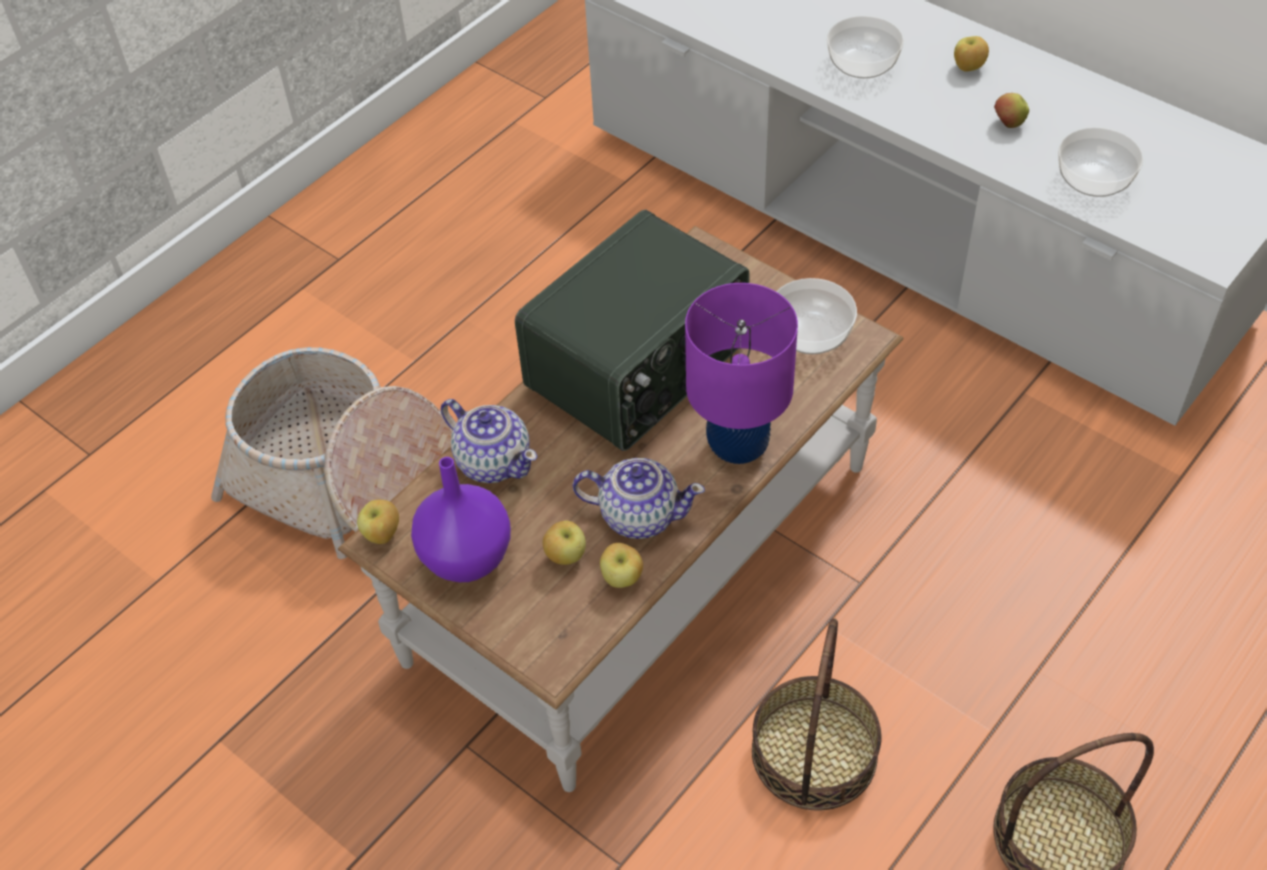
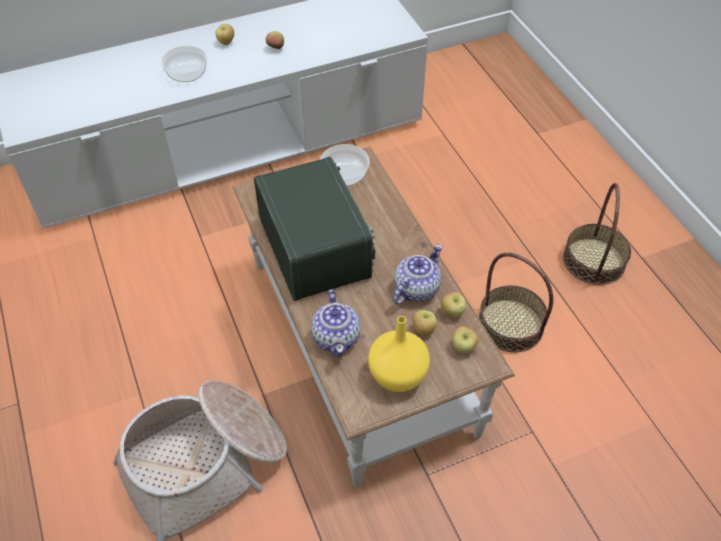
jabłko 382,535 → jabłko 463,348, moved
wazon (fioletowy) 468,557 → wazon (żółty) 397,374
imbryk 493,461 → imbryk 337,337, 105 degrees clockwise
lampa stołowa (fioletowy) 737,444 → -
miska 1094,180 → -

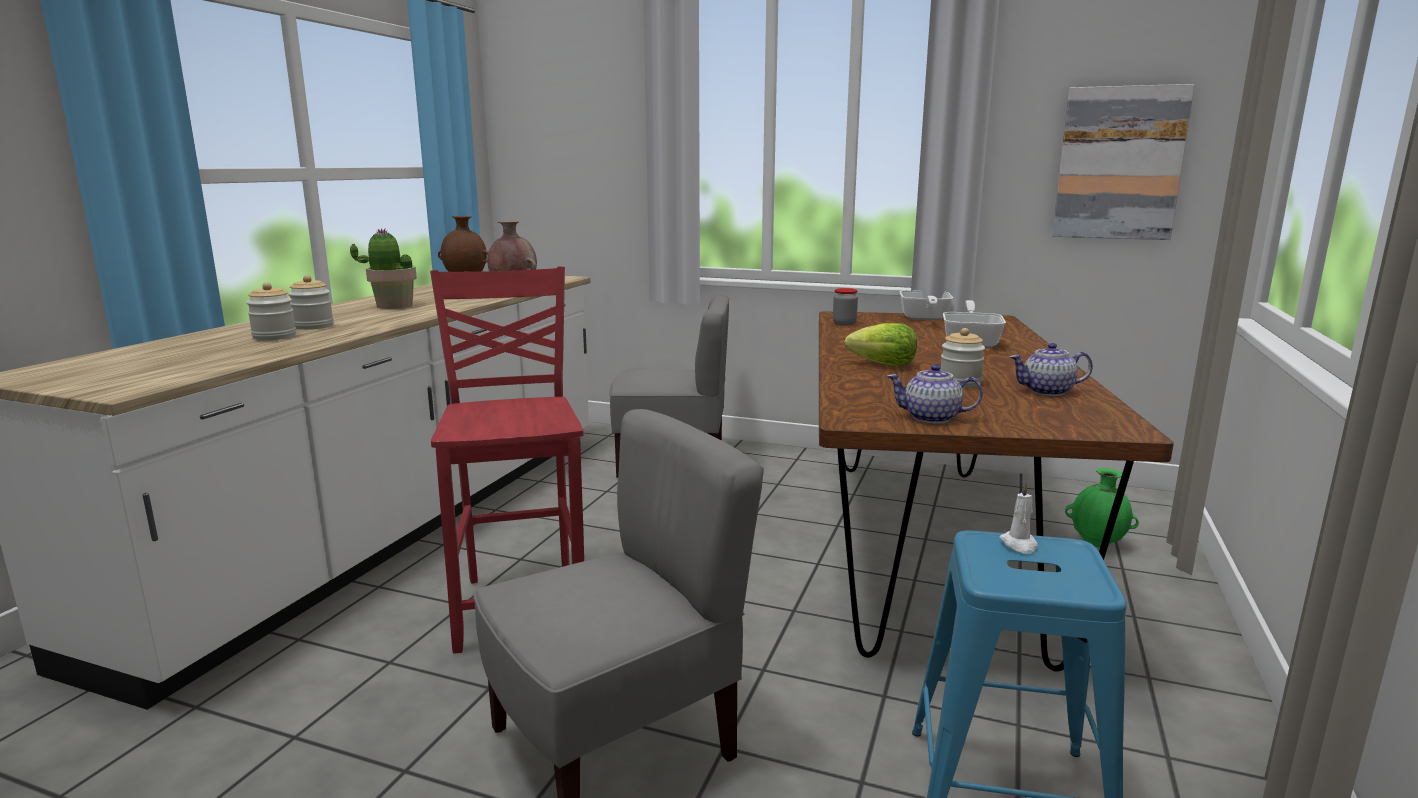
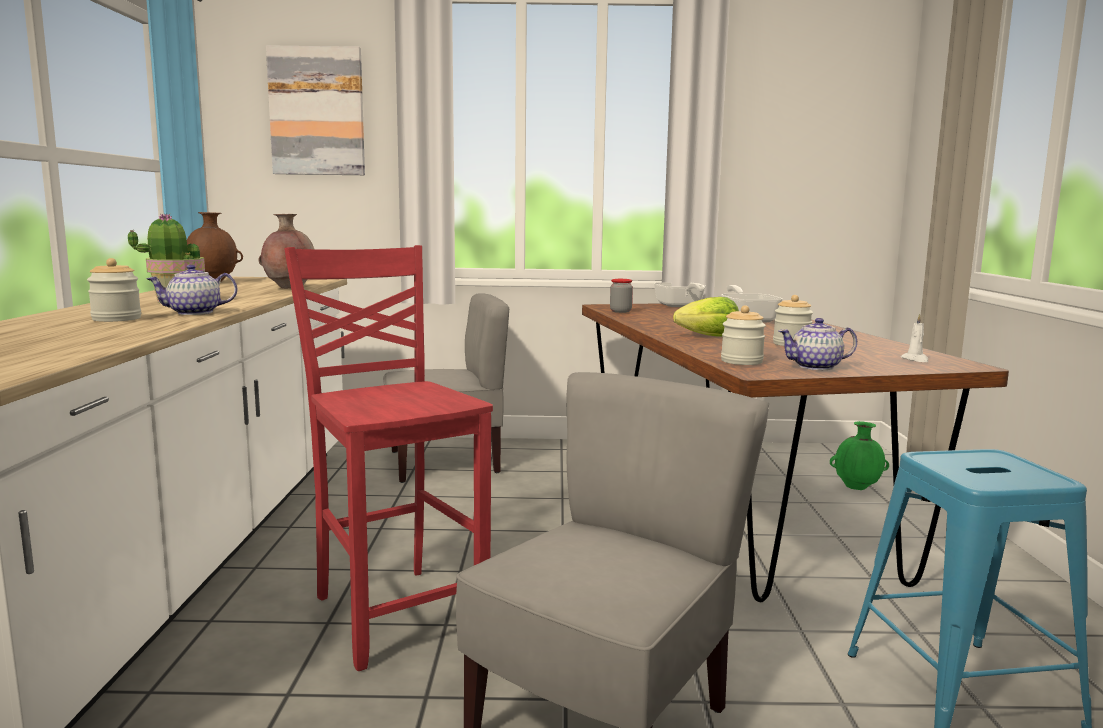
słoik 274,337 → słoik 741,361, moved
świeca (biały) 1019,544 → świeca (biały) 915,360, moved
imbryk 1047,391 → imbryk 194,313, moved
obraz 1119,163 → obraz 317,112, moved

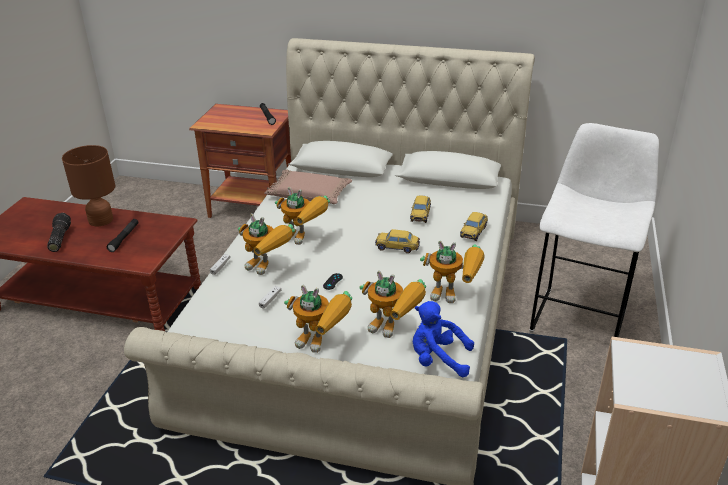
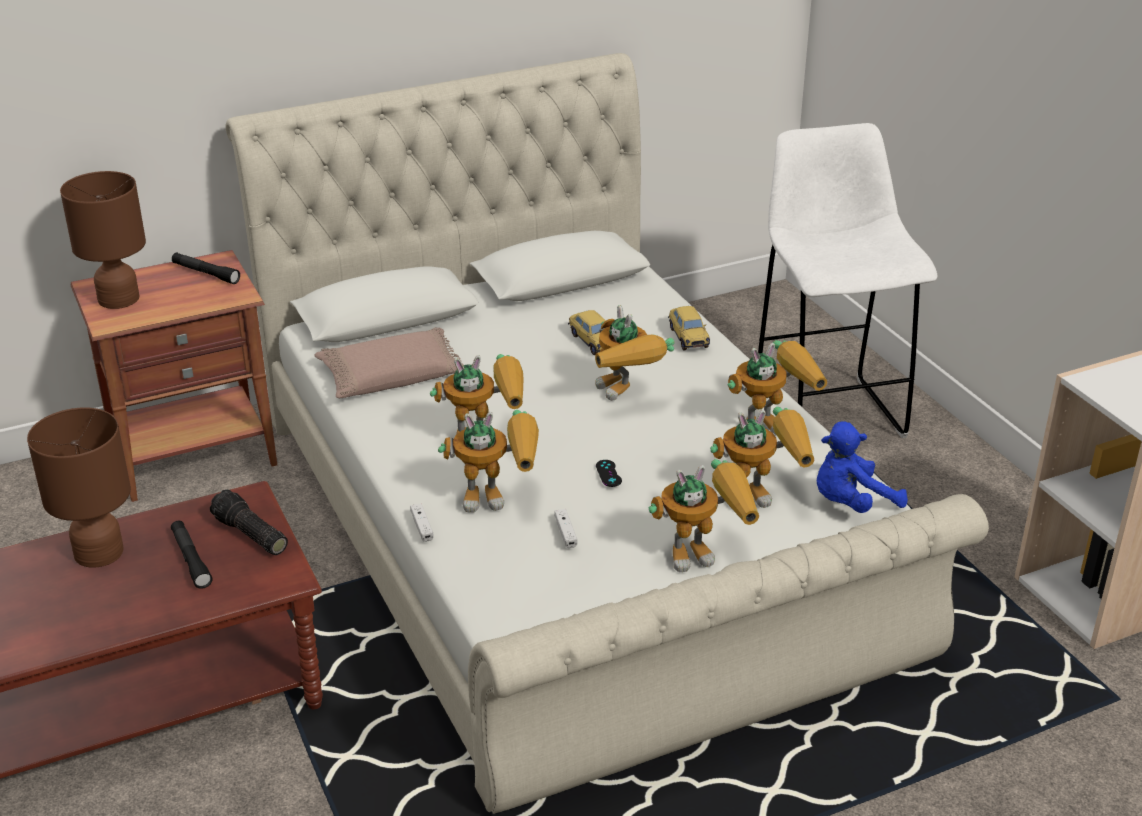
latarka 59,238 → latarka 249,535, moved
samochodzik 397,247 → robot zabawkowy 626,395
- → lampa stołowa (brązowy) 119,299

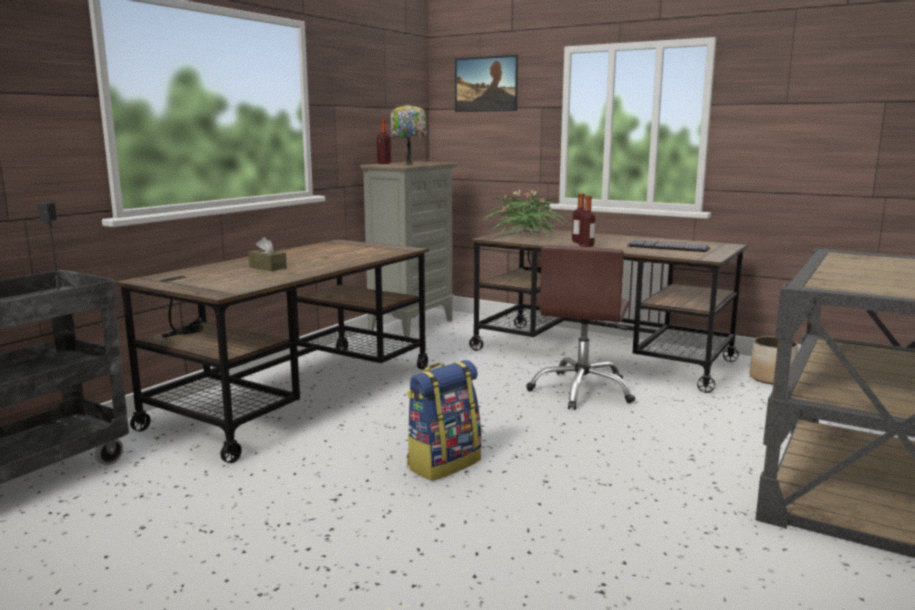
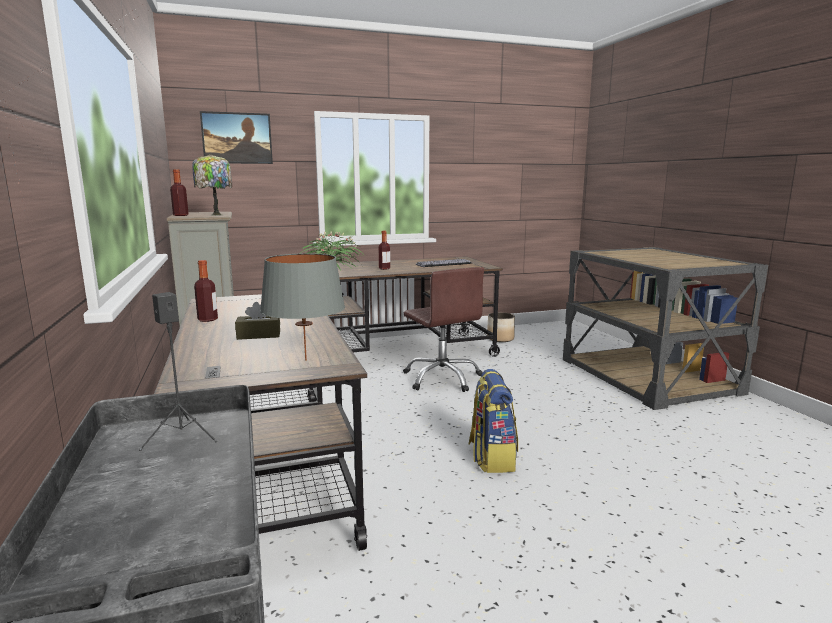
butelka 586,246 → butelka 207,319, moved
- → lampa stołowa (szary) 306,360

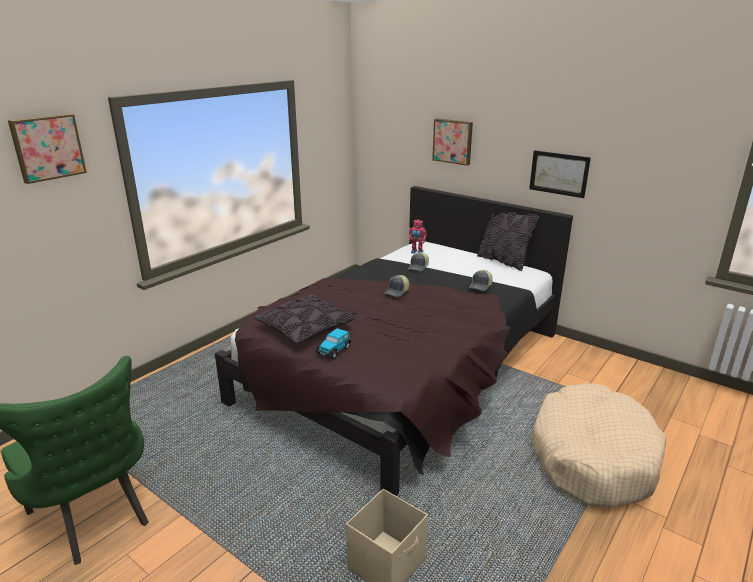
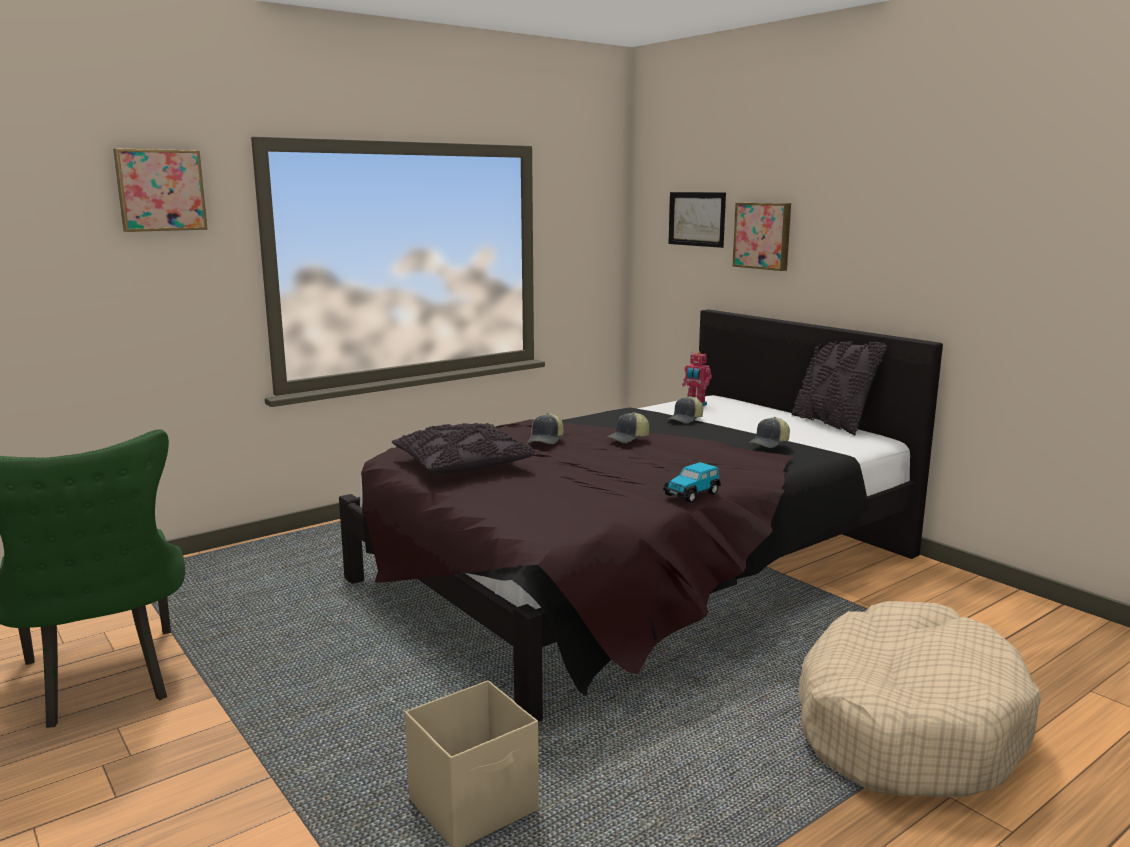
samochodzik 334,350 → samochodzik 692,494, moved
obraz 559,173 → obraz 696,219, moved
- → czapka z daszkiem 546,440

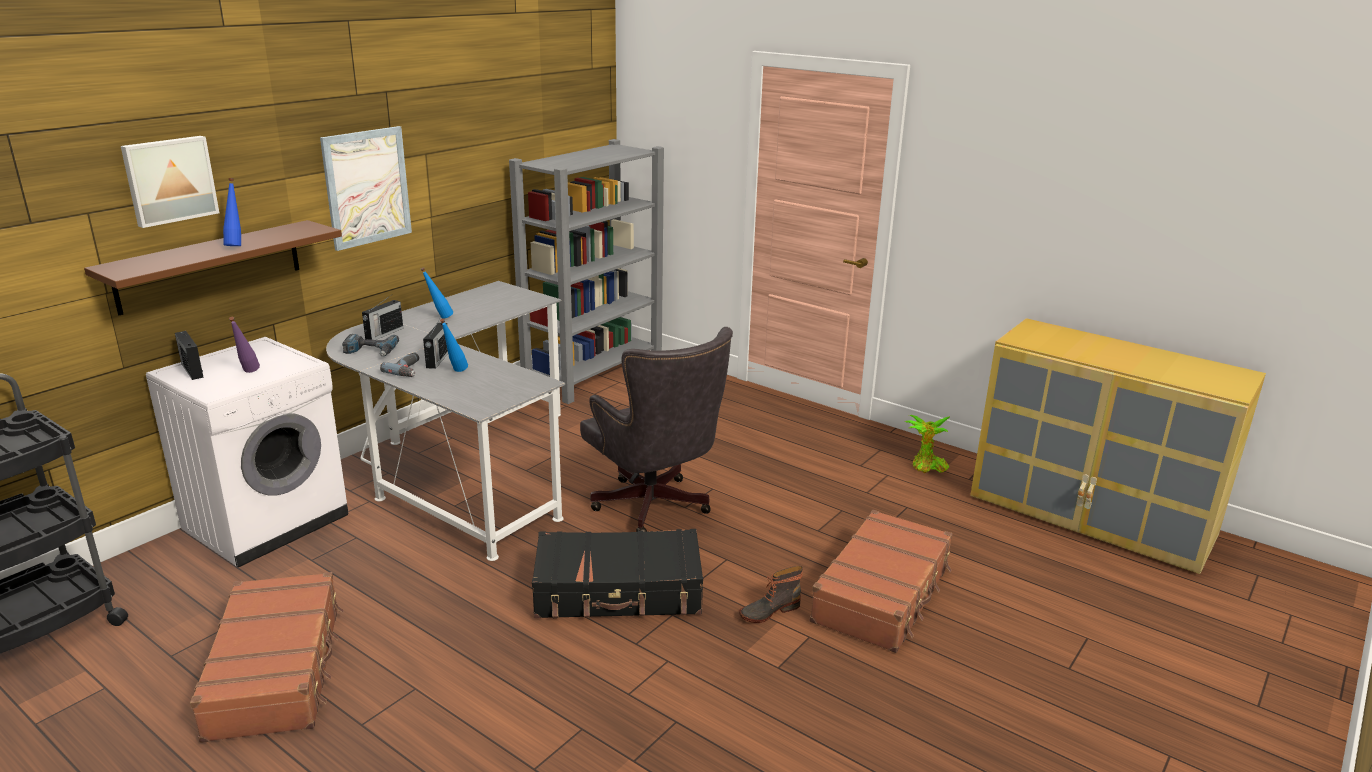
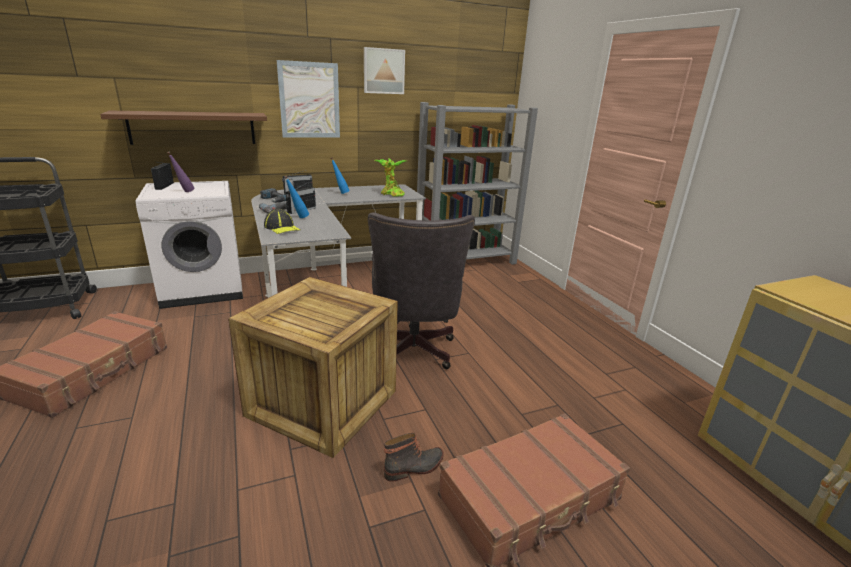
obraz 169,180 → obraz 383,71, moved
butelka (niebieski) 236,245 → -
walizka (czarny) 618,591 → skrzynka 325,402
but z cholewką 769,611 → but z cholewką 414,468, 150 degrees clockwise
roślina doniczkowa 926,467 → roślina doniczkowa 391,194, moved
- → czapka z daszkiem 282,228

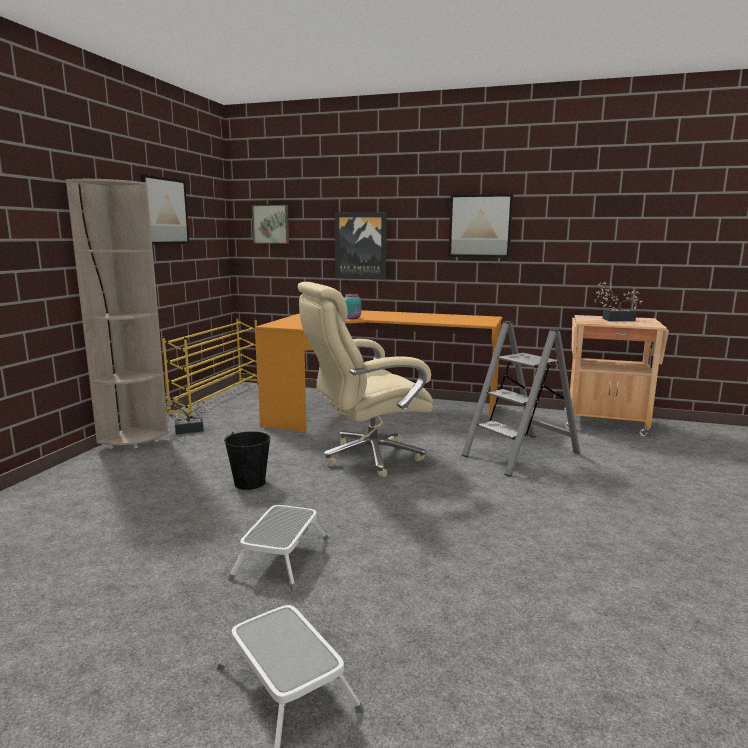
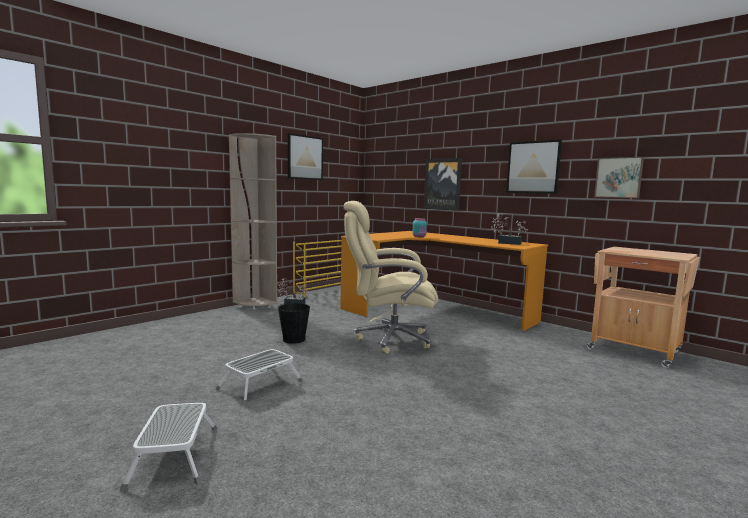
obraz 271,224 → obraz 618,177, moved
drabinka (szary) 522,453 → -
roślina doniczkowa 614,319 → roślina doniczkowa 506,243, moved

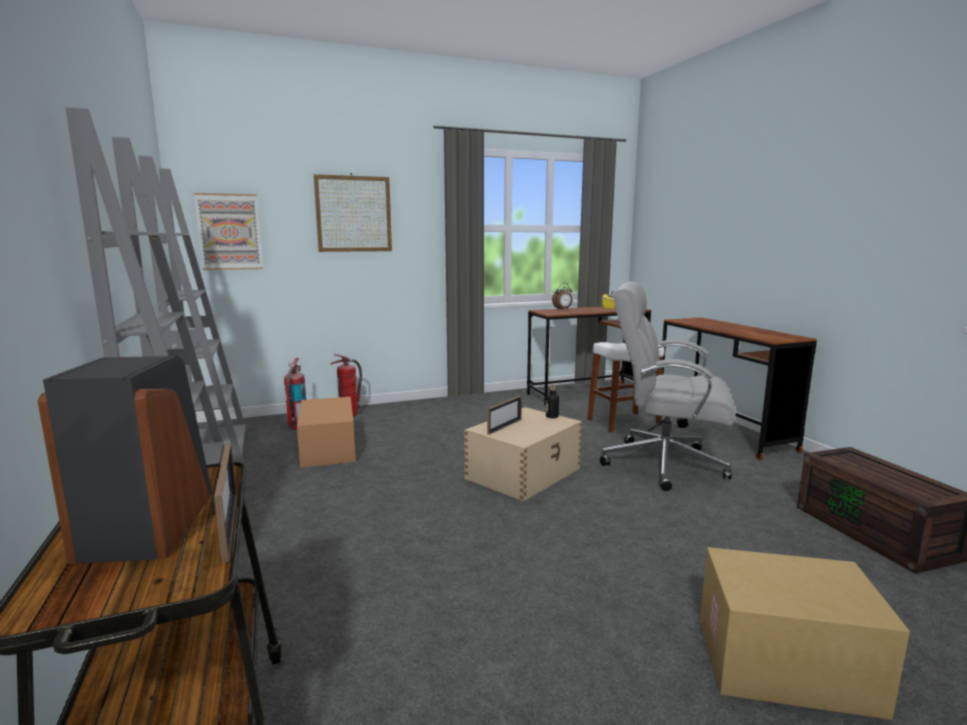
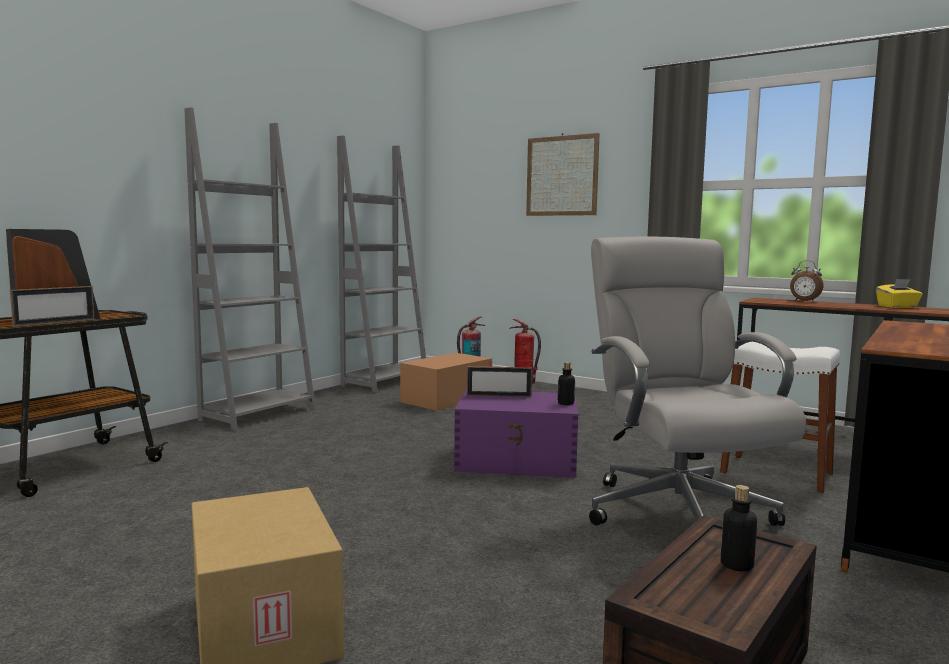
obraz 229,232 → -
pojemnik do przechowywania (beżowy) 524,473 → pojemnik do przechowywania (fioletowy) 518,460
- → butelka 736,565

